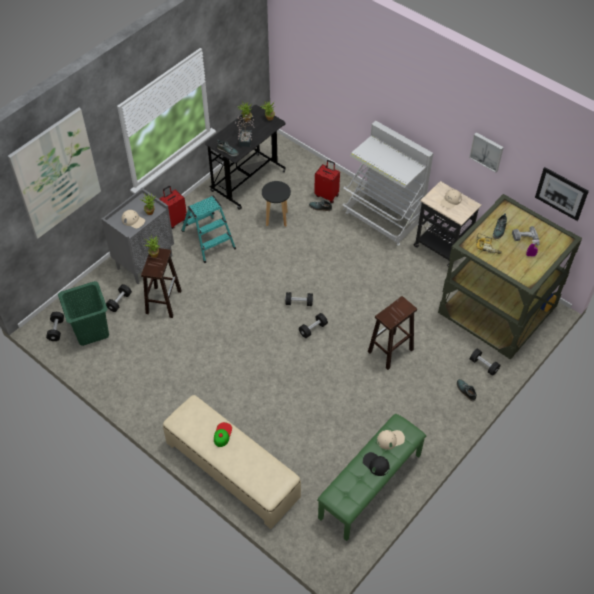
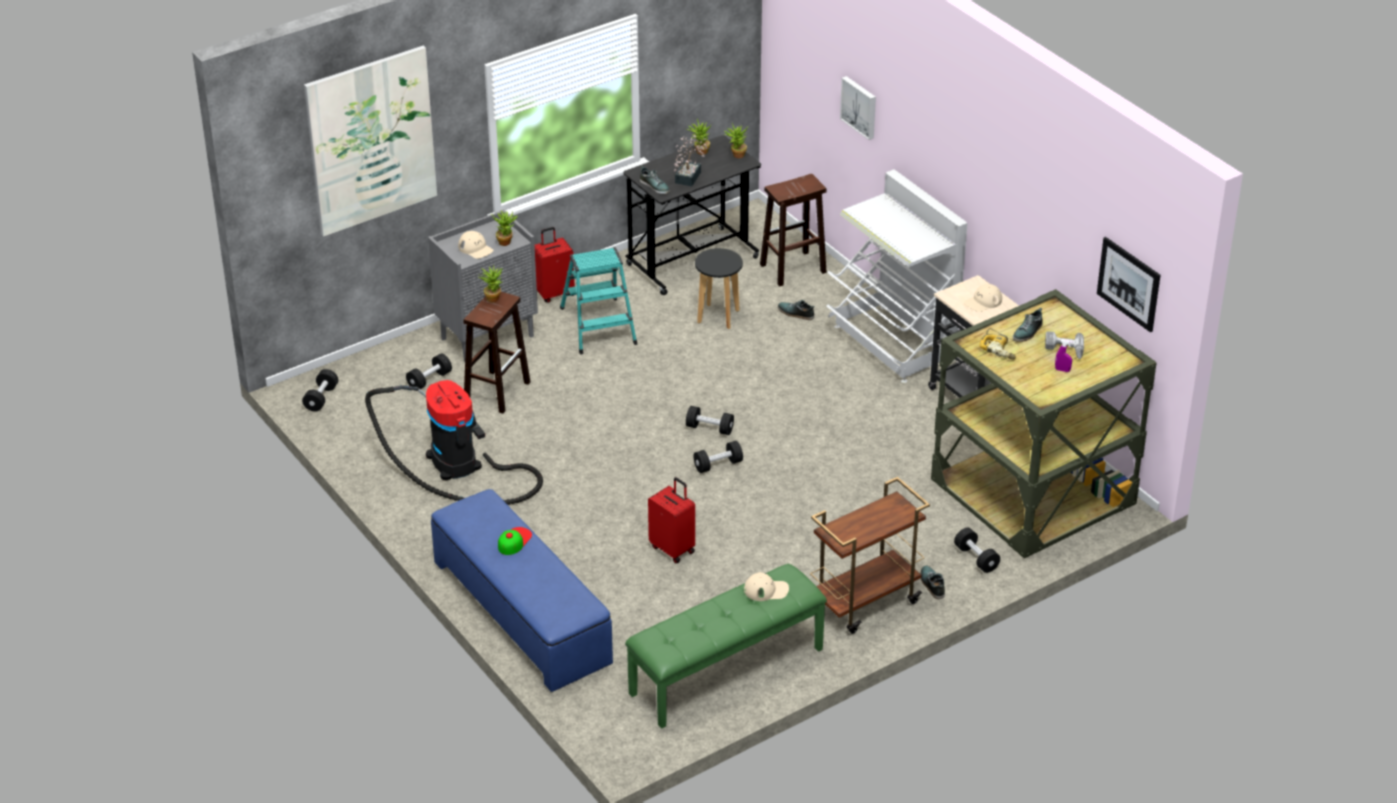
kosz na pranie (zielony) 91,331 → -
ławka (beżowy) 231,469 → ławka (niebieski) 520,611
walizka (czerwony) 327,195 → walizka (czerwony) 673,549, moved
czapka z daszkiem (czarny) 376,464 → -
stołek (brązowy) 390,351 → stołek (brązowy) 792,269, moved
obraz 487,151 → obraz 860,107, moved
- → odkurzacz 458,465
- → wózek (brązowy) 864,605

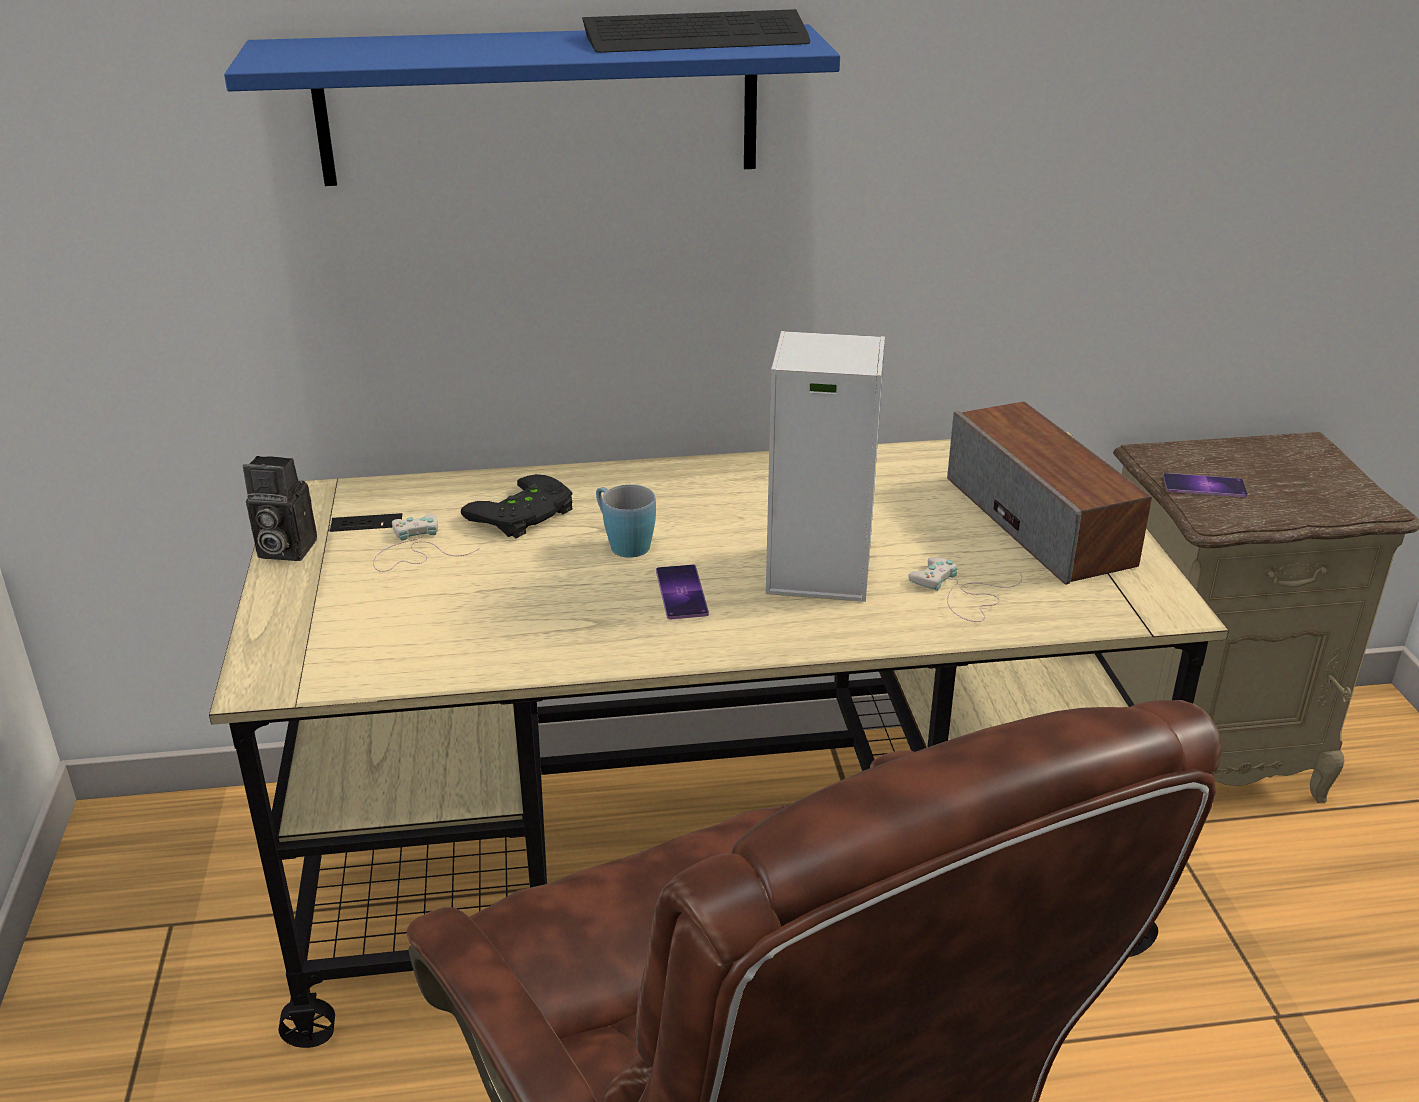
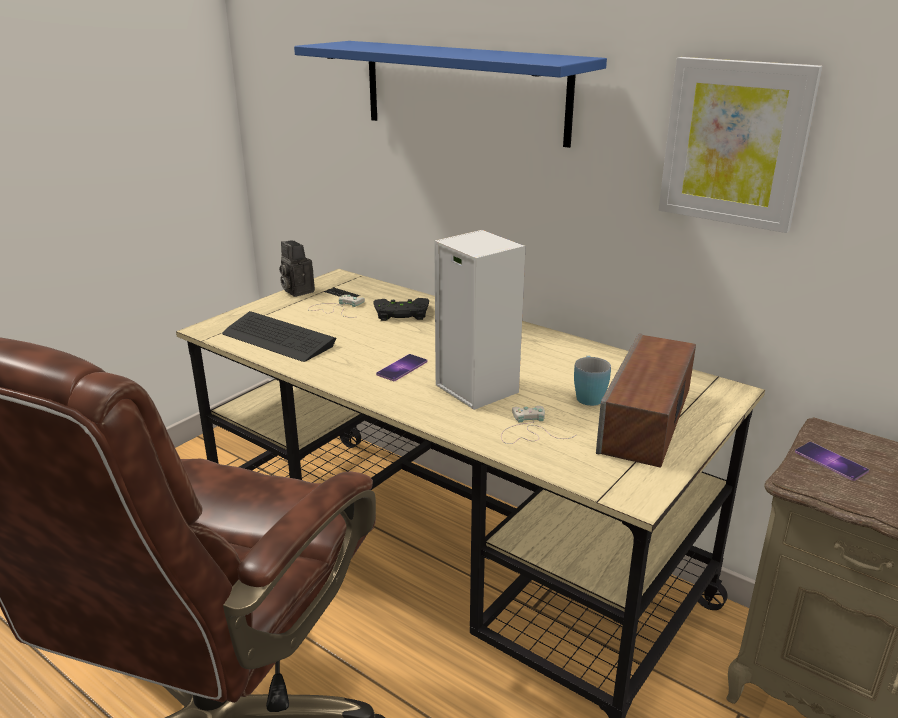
klawiatura 696,39 → klawiatura 278,339, moved
kubek (niebieski) 623,543 → kubek (niebieski) 588,395, moved
- → obraz 735,143

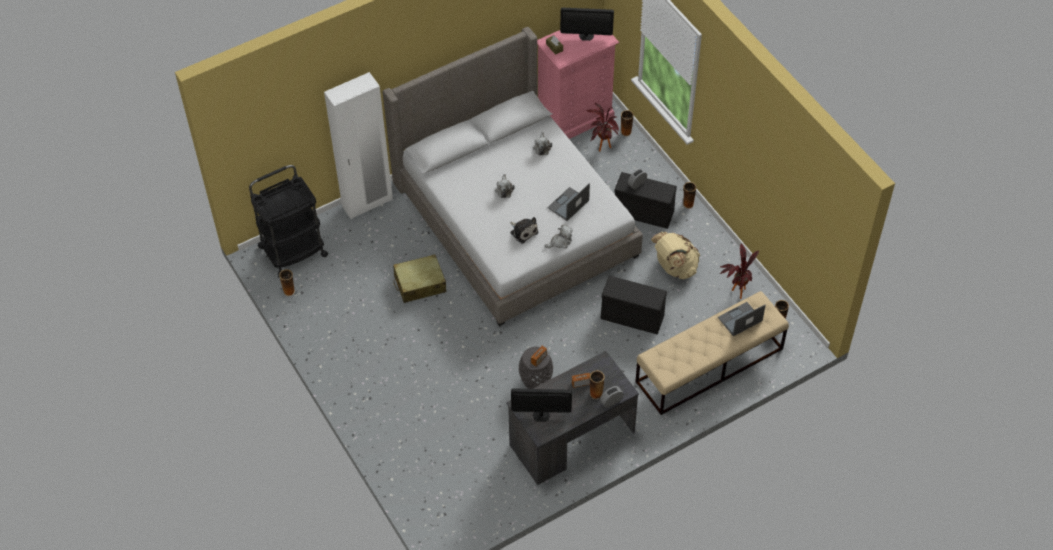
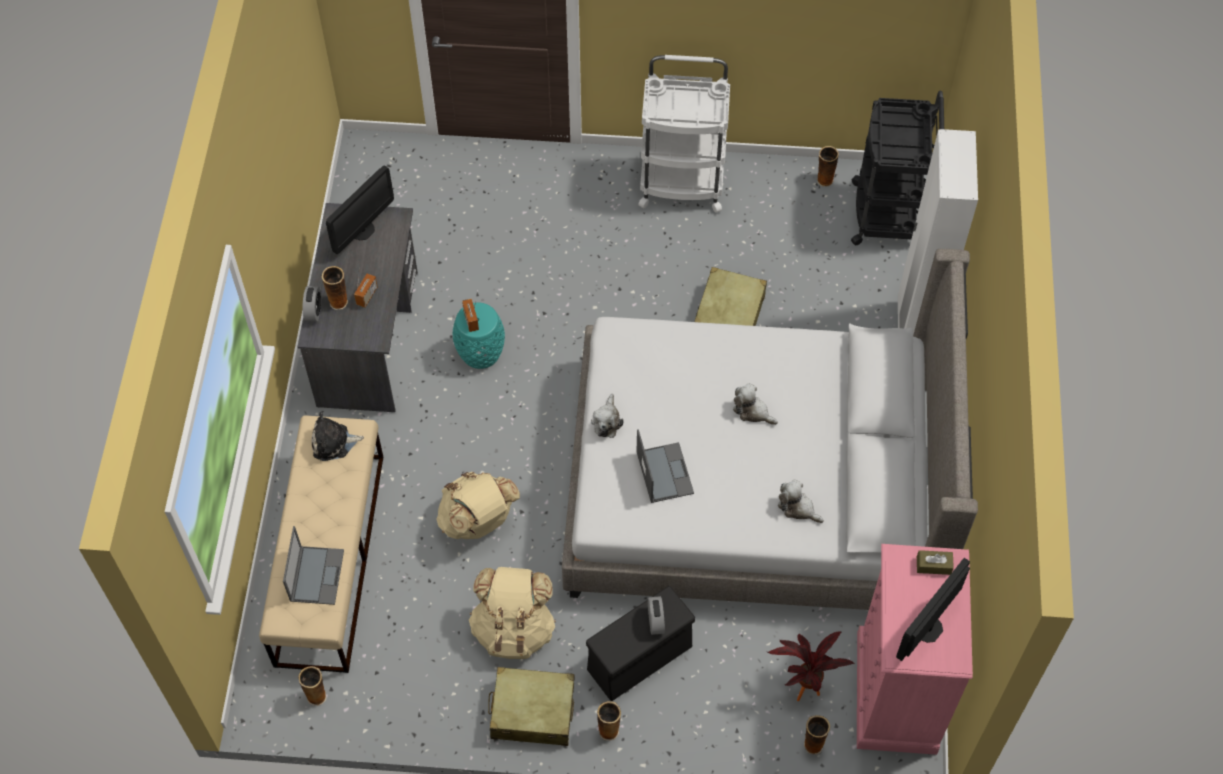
pluszak 523,231 → pluszak 334,443, moved
stołek (szary) 536,380 → stołek (turkusowy) 481,353
pojemnik do przechowywania (czarny) 633,317 → plecak (beżowy) 478,521
roślina doniczkowa 735,292 → -
- → walizka (beżowy) 532,712
- → wózek (biały) 681,183

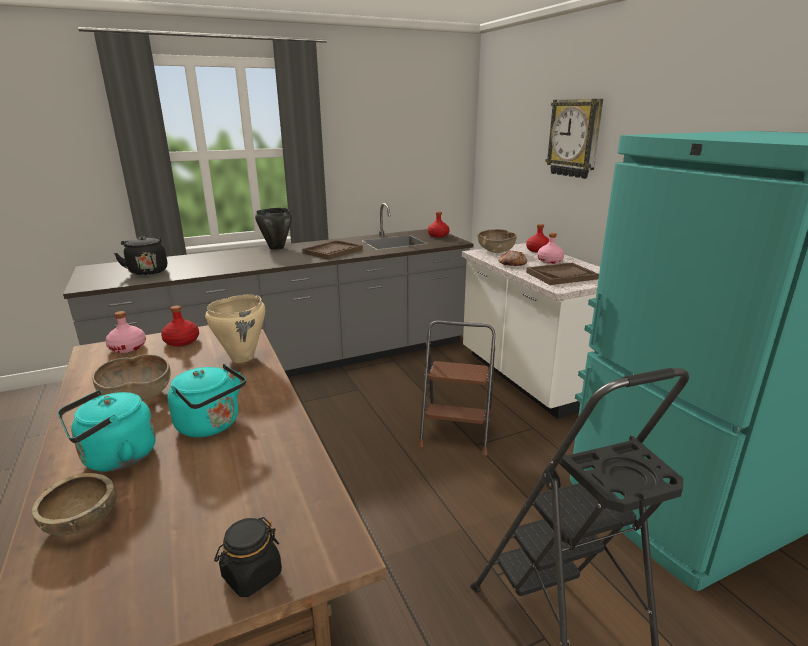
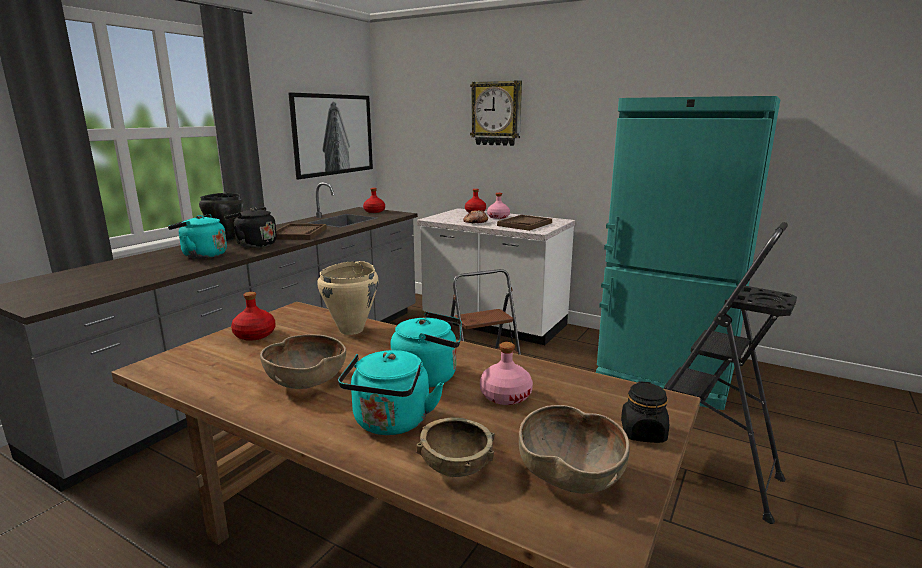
butelka (różowy) 128,348 → butelka (różowy) 505,396, moved
czajnik (czarny) 147,271 → czajnik (czarny) 254,245, moved
miska (brązowy) 496,251 → miska (brązowy) 570,476, moved
- → czajnik (turkusowy) 202,255
- → obraz 333,134

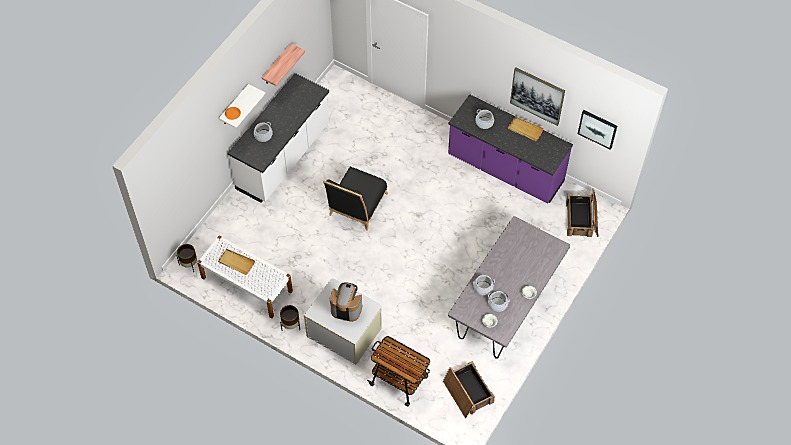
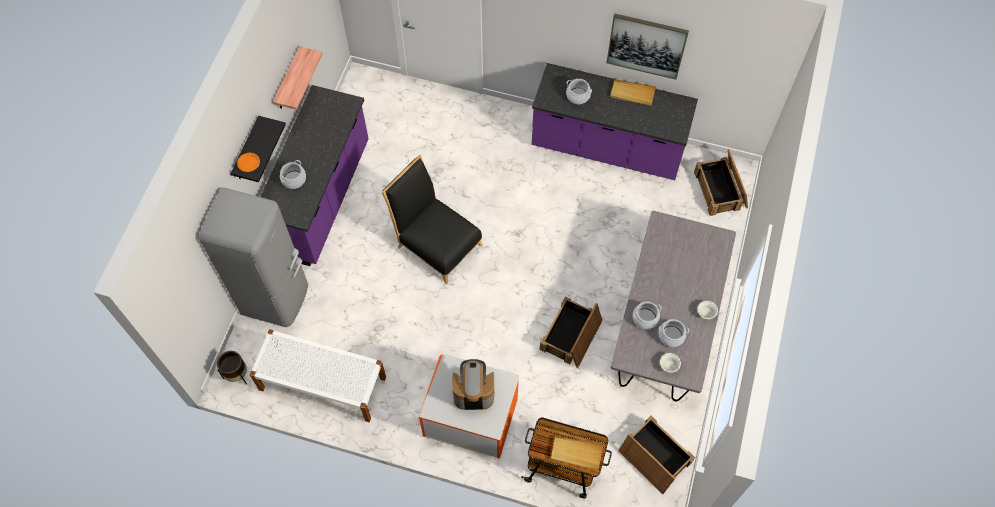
taca (beżowy) 236,262 → taca (beżowy) 576,453, moved
półka (biały) 234,106 → półka (czarny) 247,150
zabudowa kuchenna (biały) 283,158 → zabudowa kuchenna (fioletowy) 322,198
donica (brązowy) 290,325 → -
szafka nocna (beżowy) 344,333 → szafka nocna (pomarańczowy) 471,417
krzesło (czarny) 356,207 → krzesło (czarny) 436,242, 120 degrees clockwise
obraz 597,128 → -
- → lodówka (szary) 277,298
- → skrzynka 571,336

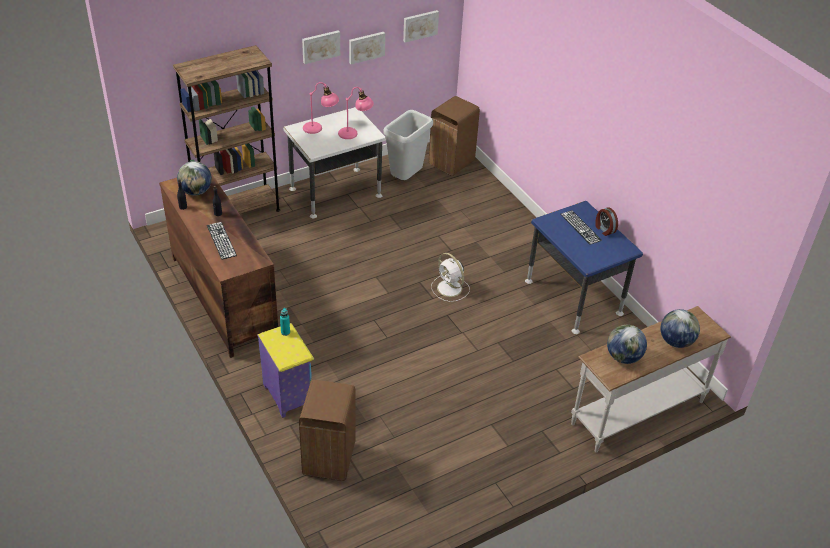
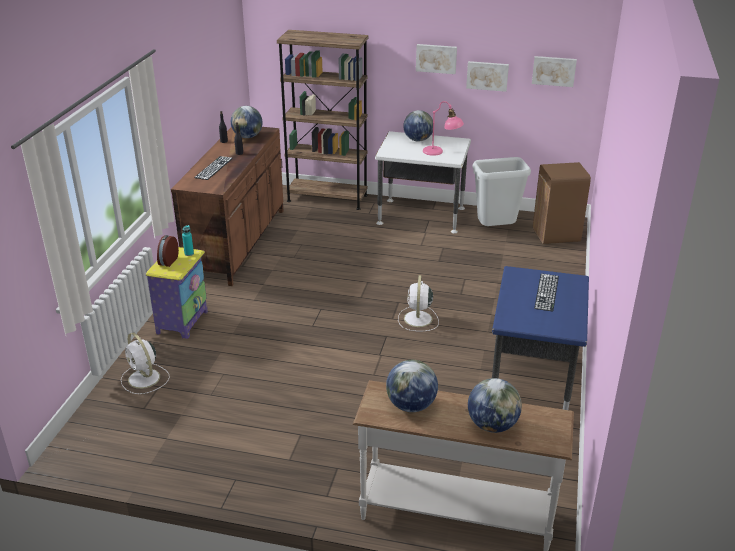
kosz na śmieci (brązowy) 329,458 → wentylator (biały) 145,379
lampa stołowa (różowy) 320,126 → globus 418,140
budzik 604,229 → budzik 168,261, moved

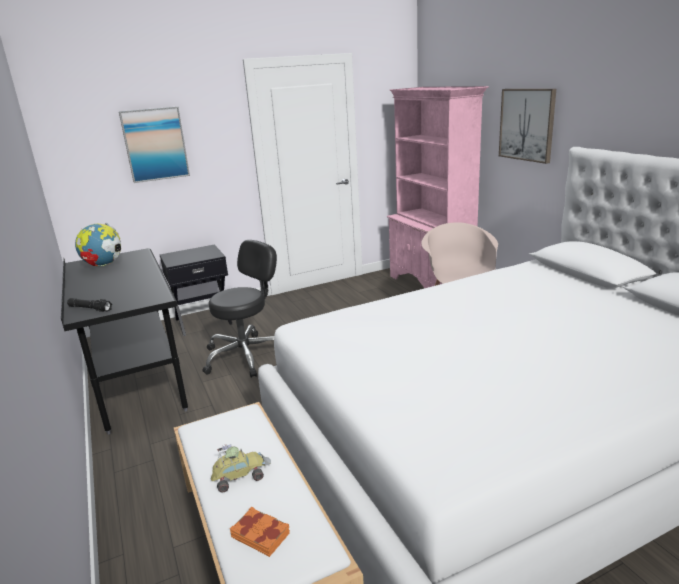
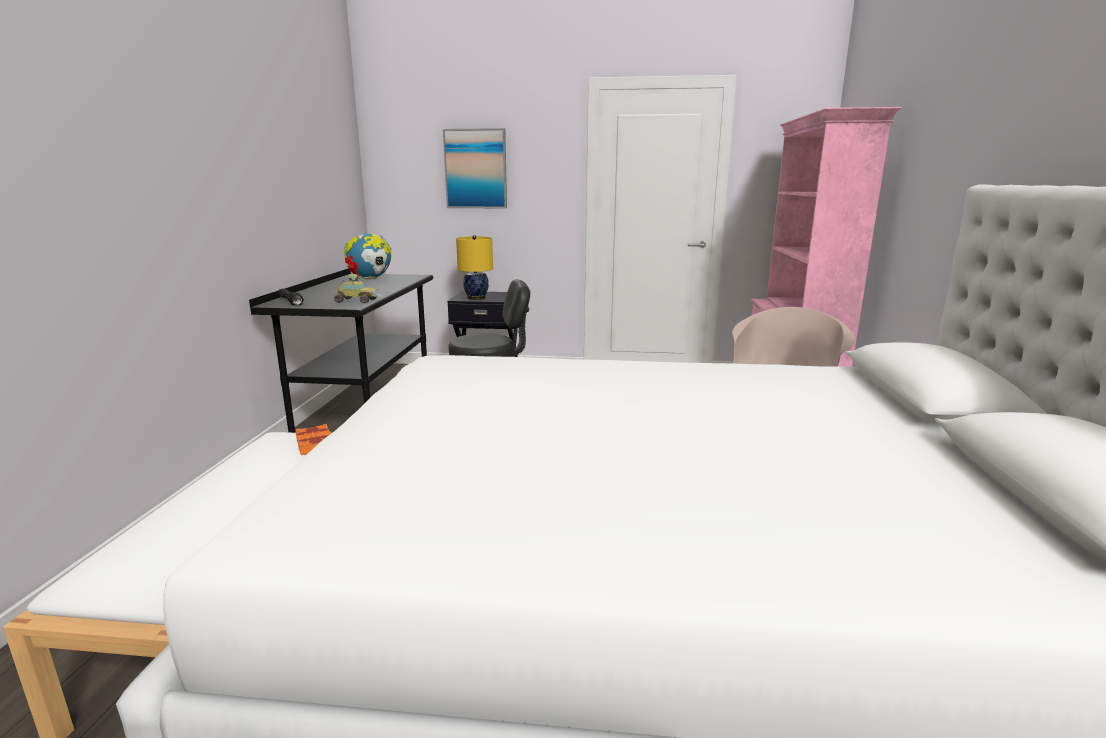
samochodzik 239,475 → samochodzik 358,300, moved
książka (pomarańczowy) 261,534 → książka (pomarańczowy) 315,444, moved
obraz 527,124 → -
- → lampa stołowa (żółty) 476,298

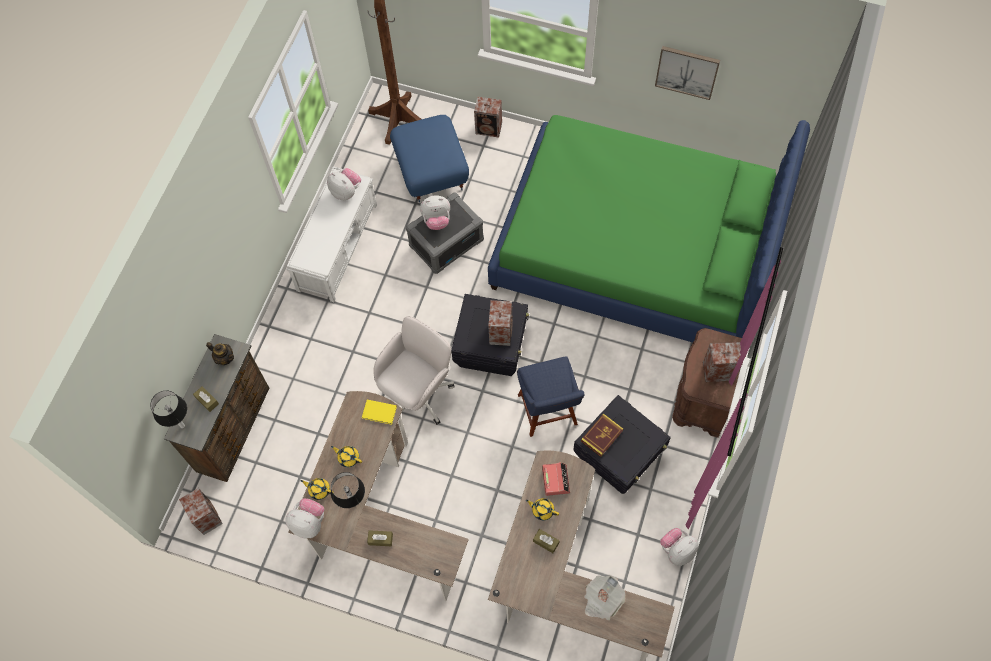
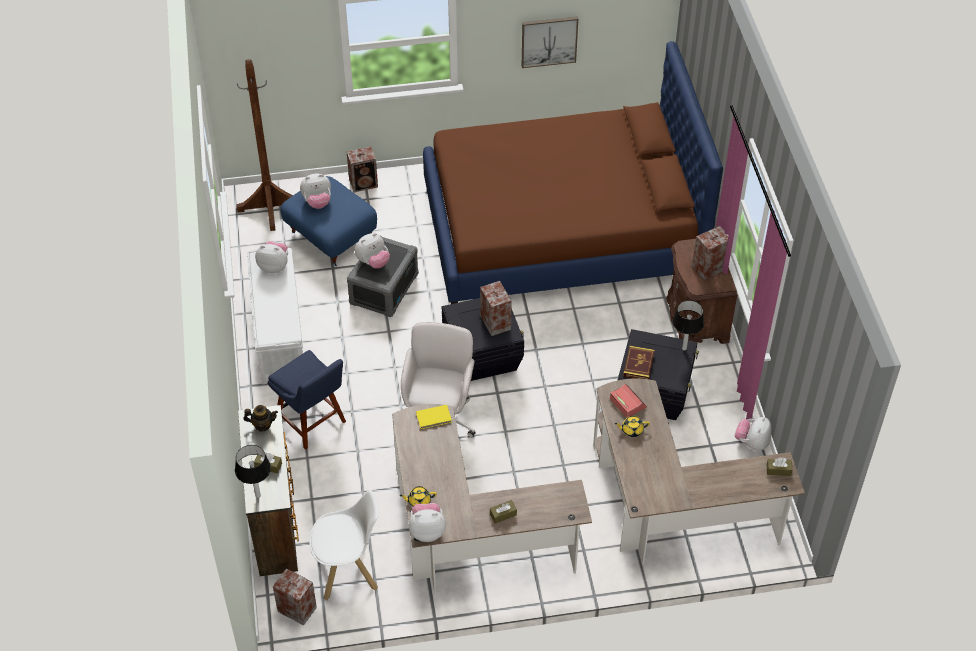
imbryk (żółty) 348,457 → -
lampa stołowa 354,504 → lampa stołowa 684,348, moved
łóżko (zielony) 635,250 → łóżko (brązowy) 562,229
krzesło (niebieski) 548,412 → krzesło (niebieski) 312,423, moved
pudełko chusteczek (brązowy) 546,542 → pudełko chusteczek (brązowy) 778,470, moved
gazeta 601,600 → -
- → pluszak 317,202
- → krzesło (biały) 348,570

